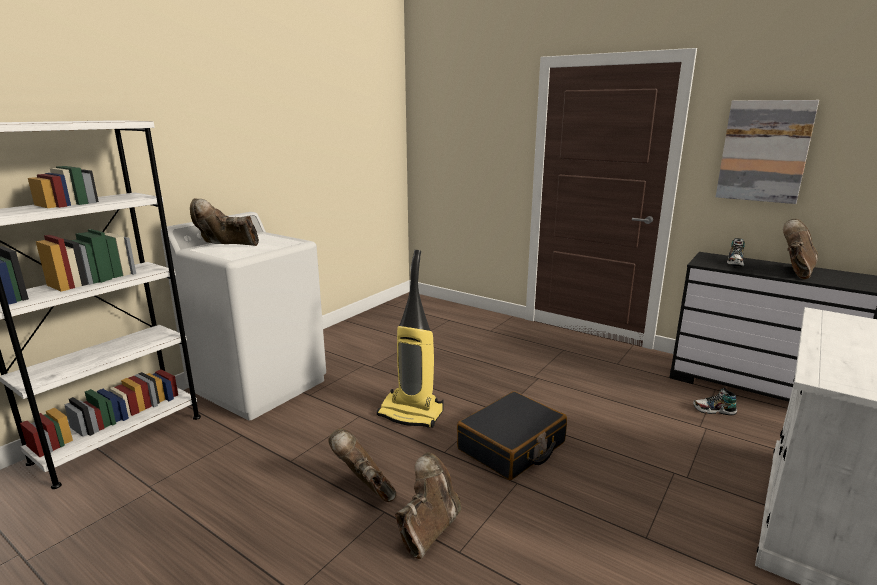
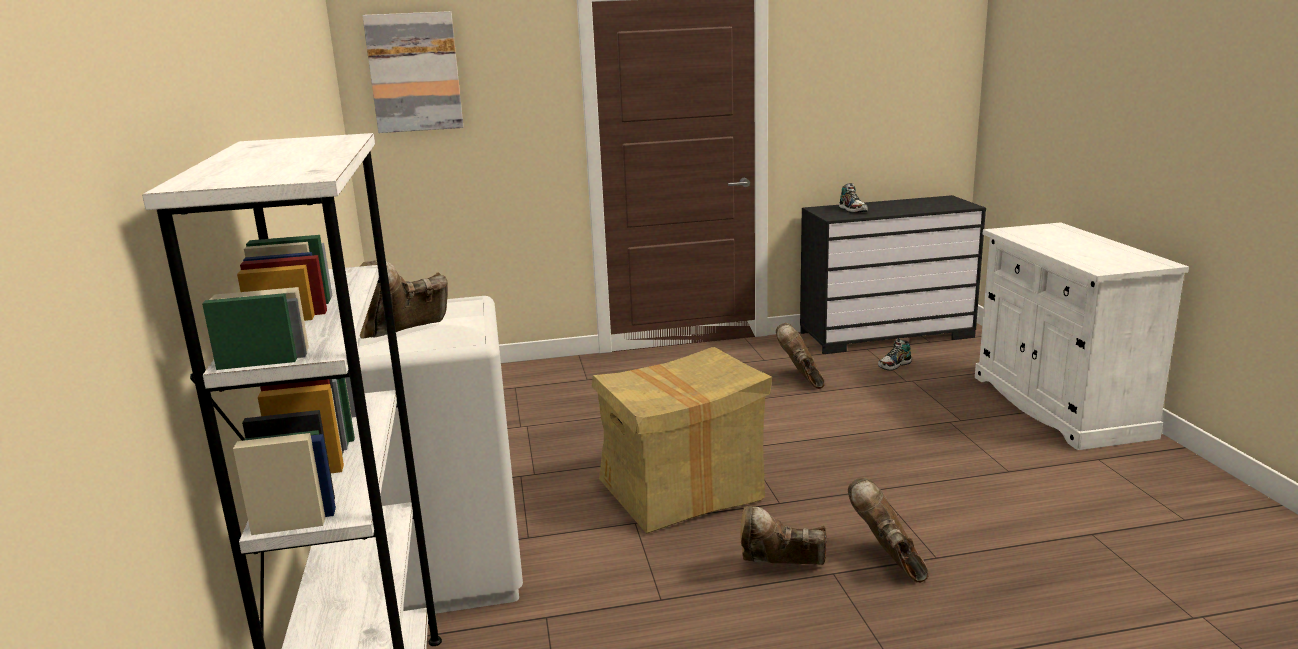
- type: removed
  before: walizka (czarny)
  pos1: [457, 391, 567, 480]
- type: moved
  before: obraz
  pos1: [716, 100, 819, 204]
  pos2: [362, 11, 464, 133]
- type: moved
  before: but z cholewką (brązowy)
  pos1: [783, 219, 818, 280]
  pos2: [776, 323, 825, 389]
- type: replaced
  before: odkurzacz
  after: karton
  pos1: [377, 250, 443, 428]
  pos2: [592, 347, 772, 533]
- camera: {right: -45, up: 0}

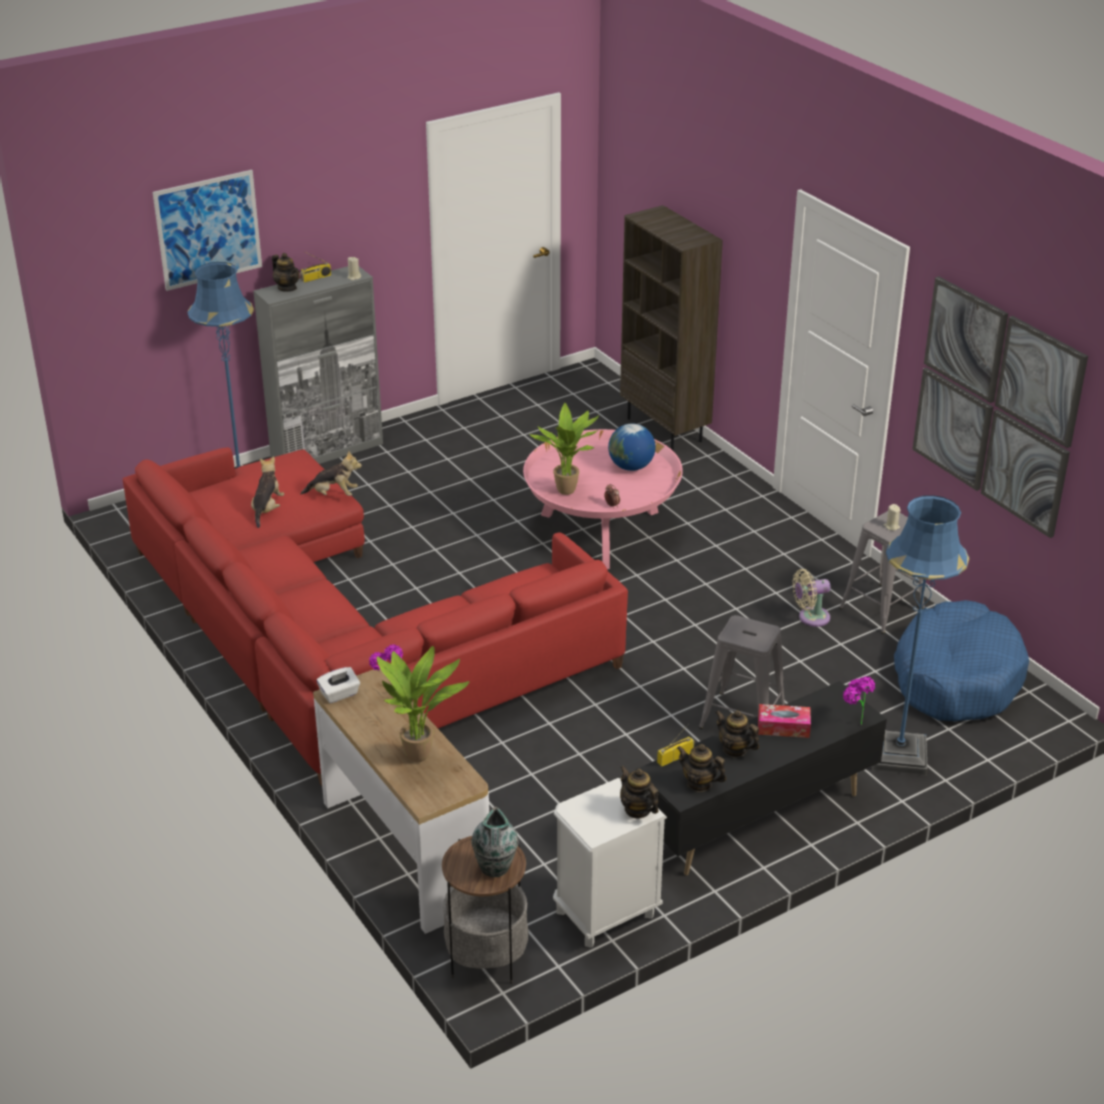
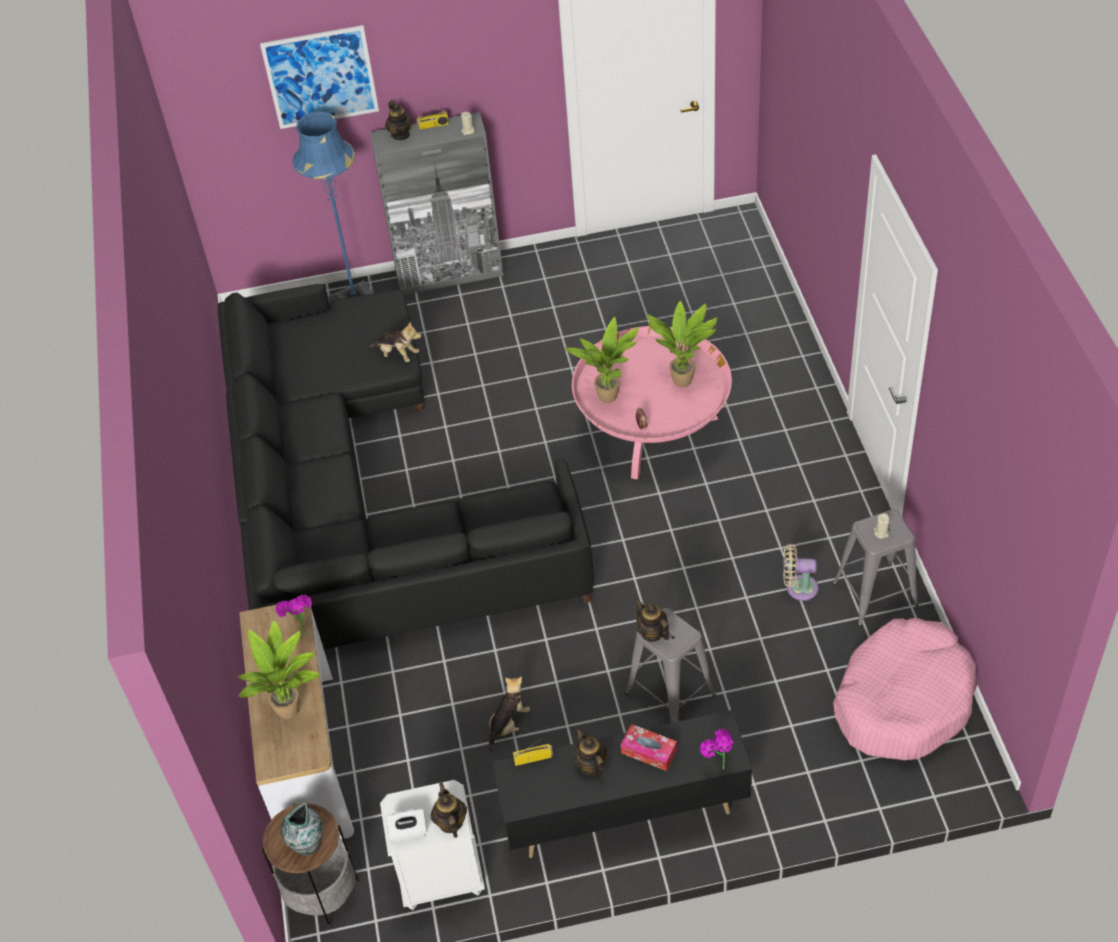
- type: removed
  before: regał (brązowy)
  pos1: [620, 205, 723, 451]
- type: removed
  before: lampa stojąca (niebieski)
  pos1: [872, 495, 969, 776]
- type: removed
  before: obraz
  pos1: [912, 276, 1088, 538]
- type: moved
  before: pluszak
  pos1: [251, 456, 284, 528]
  pos2: [489, 677, 530, 753]
- type: moved
  before: pudełko chusteczek (biały)
  pos1: [317, 667, 360, 703]
  pos2: [386, 809, 427, 842]
- type: moved
  before: imbryk
  pos1: [677, 744, 726, 792]
  pos2: [636, 599, 669, 642]
- type: replaced
  before: globus
  after: roślina doniczkowa
  pos1: [608, 424, 656, 471]
  pos2: [647, 301, 717, 388]
- type: recoloured
  before: kanapa (czerwony)
  after: kanapa (czarny)
  pos1: [123, 447, 628, 786]
  pos2: [218, 284, 594, 649]
- type: recoloured
  before: legowisko (niebieski)
  after: legowisko (różowy)
  pos1: [894, 600, 1029, 722]
  pos2: [833, 618, 978, 760]
- camera: {right: 25, up: 15}

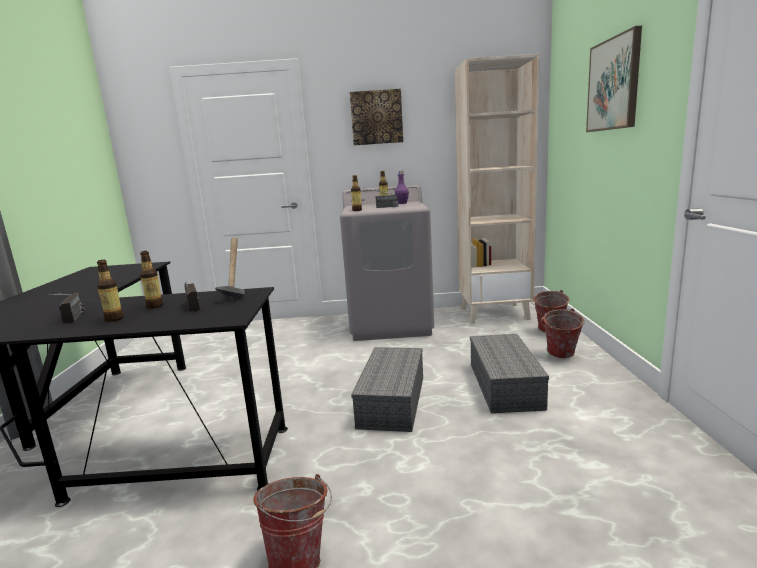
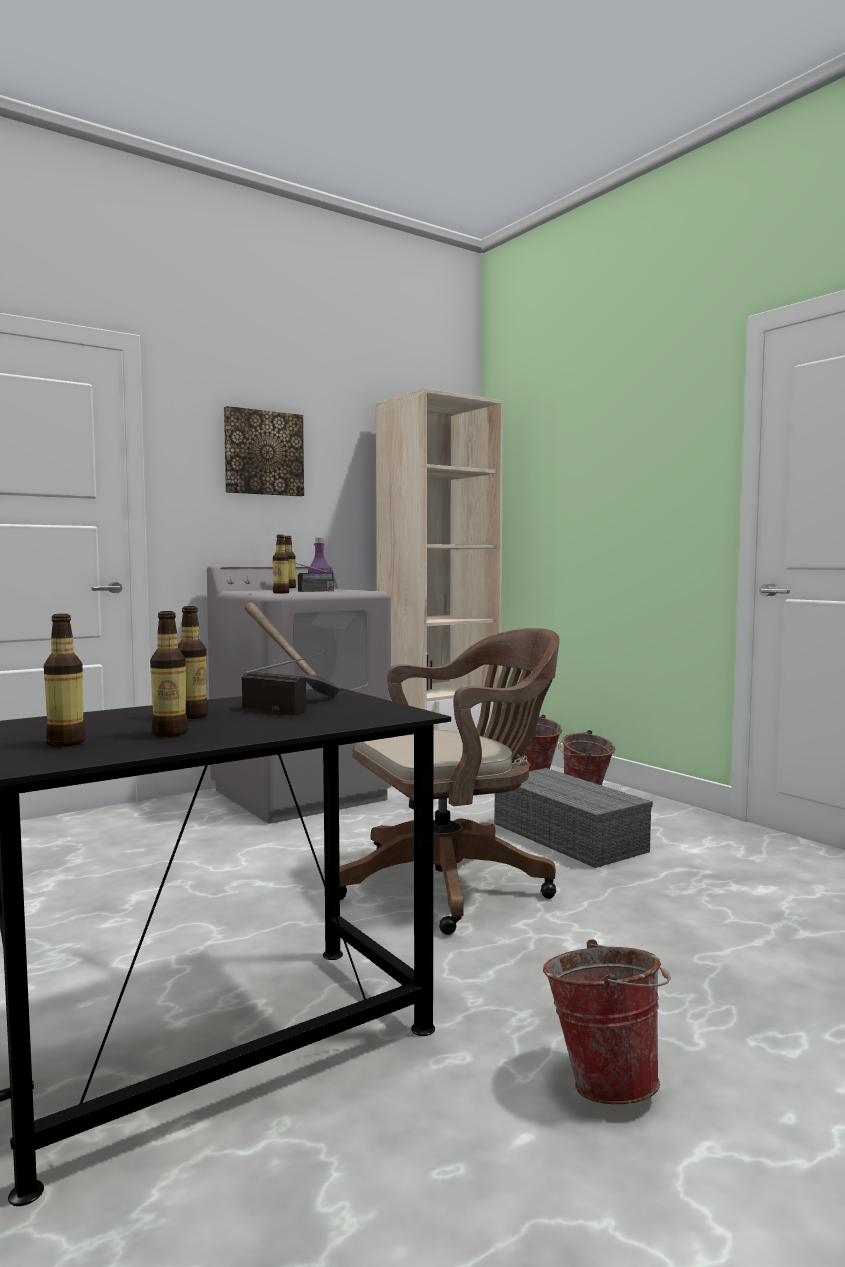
- type: removed
  before: obraz
  pos1: [586, 26, 642, 132]
- type: replaced
  before: radio
  after: butelka
  pos1: [48, 293, 85, 324]
  pos2: [44, 614, 86, 747]
- type: replaced
  before: pojemnik do przechowywania (szary)
  after: krzesło biurowe (brązowy)
  pos1: [351, 347, 423, 432]
  pos2: [340, 628, 560, 935]
- camera: {right: -35, up: -10}

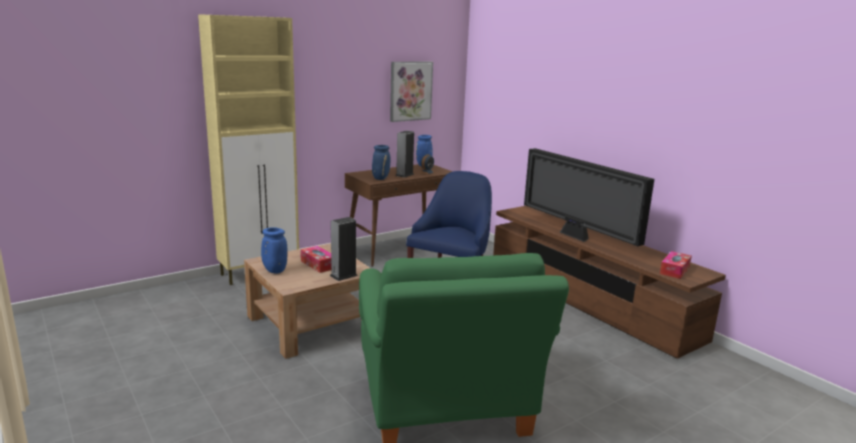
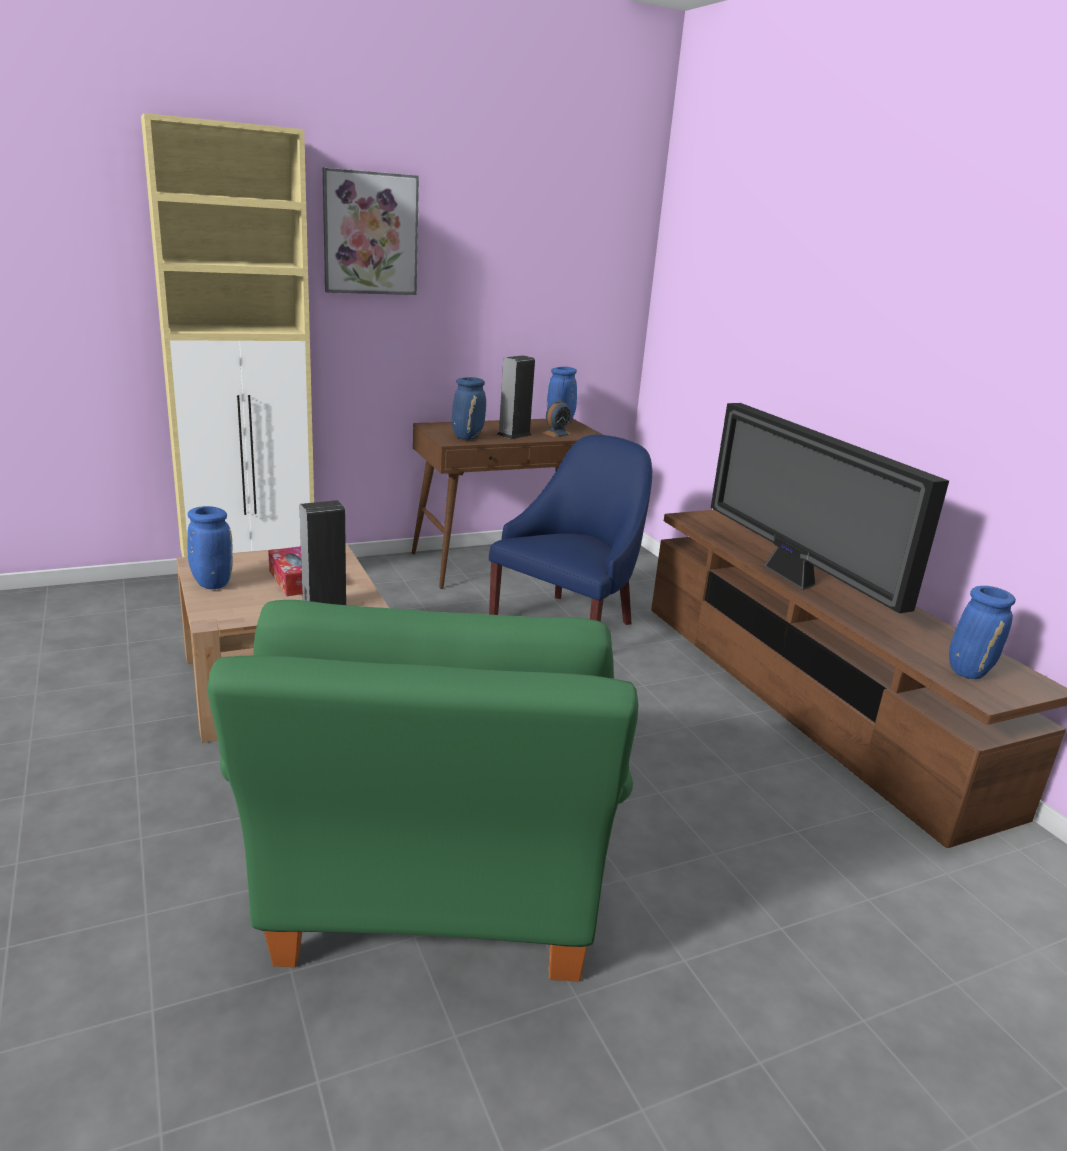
- type: moved
  before: obraz
  pos1: [390, 61, 433, 122]
  pos2: [323, 168, 419, 295]
- type: replaced
  before: pudełko chusteczek
  after: wazon (niebieski)
  pos1: [660, 251, 692, 279]
  pos2: [949, 586, 1016, 679]
- camera: {right: 10, up: 5}

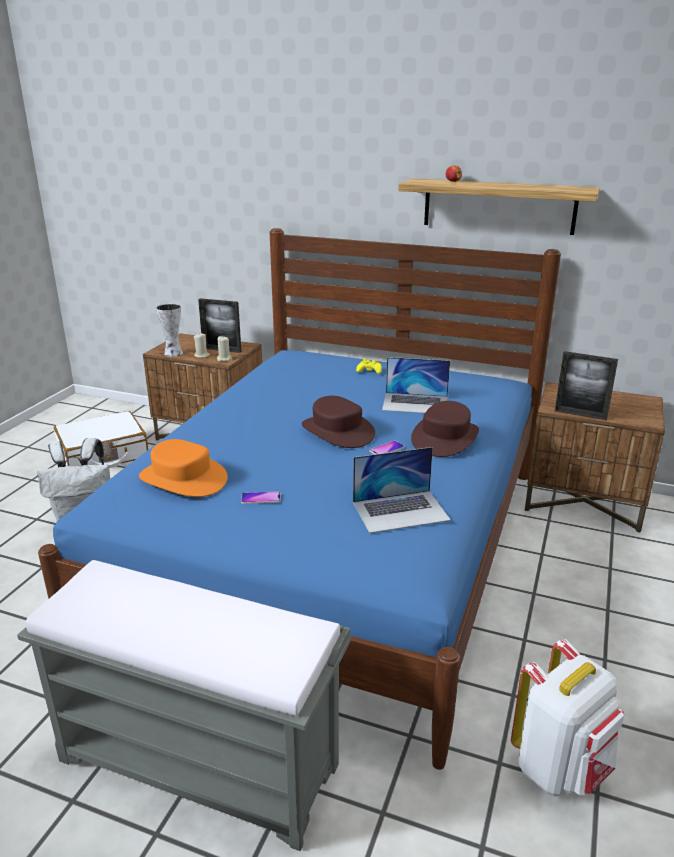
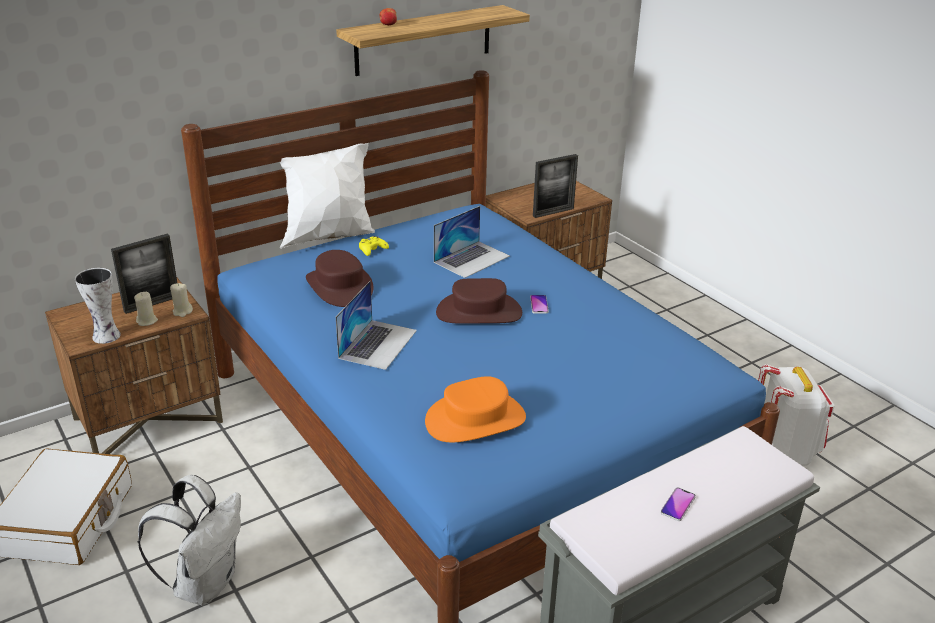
- type: added
  after: poduszka (biały)
  pos2: [280, 143, 375, 249]
- type: moved
  before: telefon
  pos1: [241, 491, 281, 504]
  pos2: [661, 487, 696, 521]
- type: moved
  before: laptop
  pos1: [353, 447, 451, 533]
  pos2: [336, 281, 417, 370]
- type: moved
  before: kapelusz (brązowy)
  pos1: [411, 401, 479, 457]
  pos2: [306, 250, 374, 307]
- camera: {right: -55, up: 5}

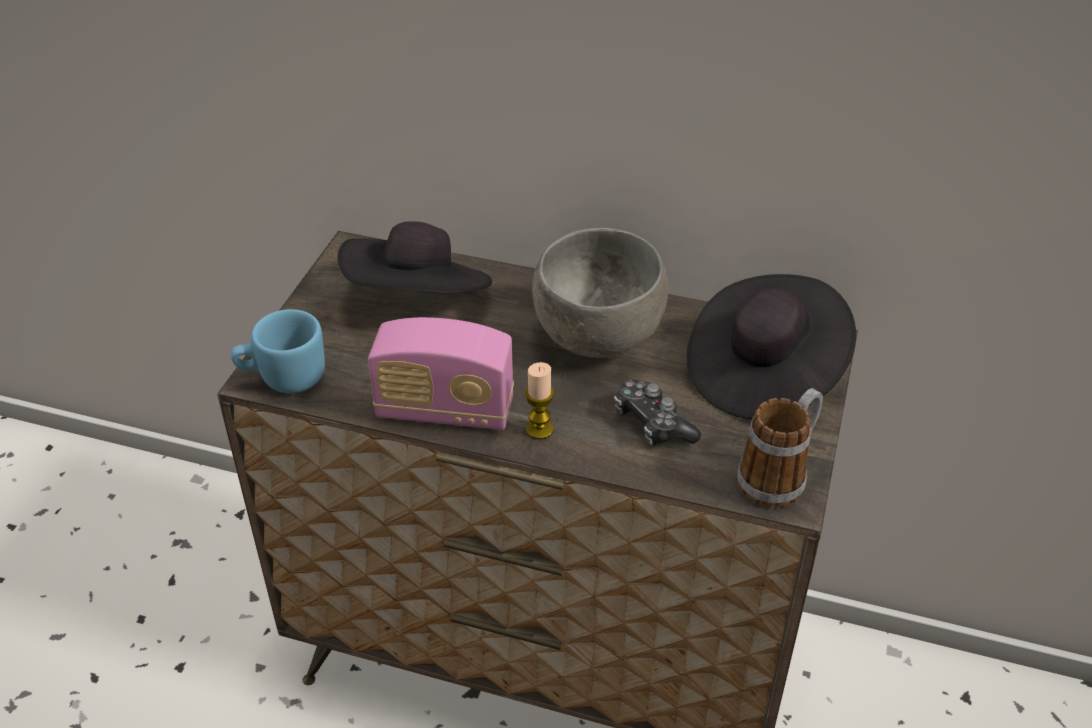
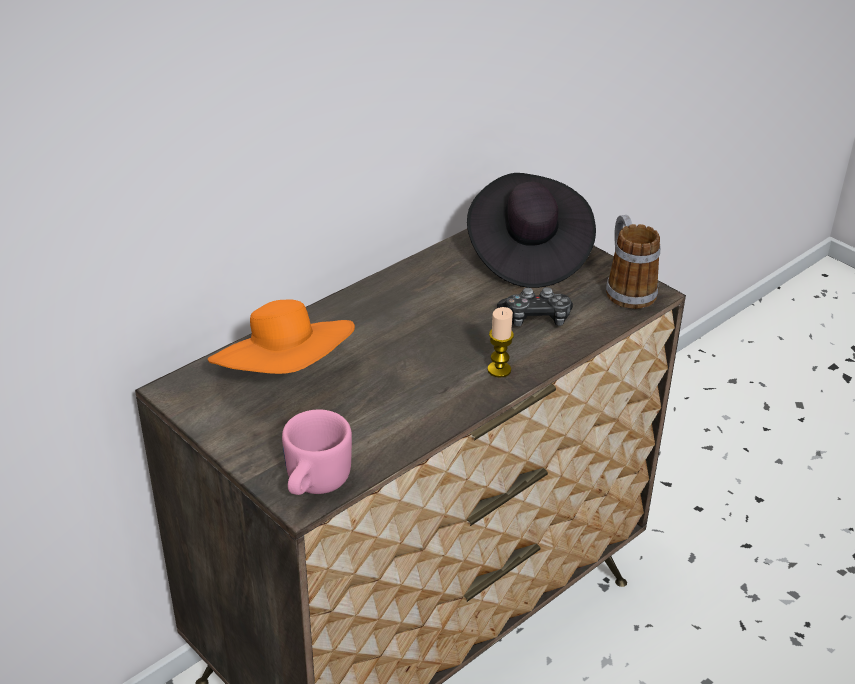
- type: removed
  before: radio
  pos1: [368, 317, 514, 430]
- type: removed
  before: miska (szary)
  pos1: [532, 228, 668, 358]
- type: recoloured
  before: kubek (niebieski)
  after: kubek (różowy)
  pos1: [231, 309, 325, 393]
  pos2: [282, 409, 352, 495]
- type: recoloured
  before: kapelusz (czarny)
  after: kapelusz (pomarańczowy)
  pos1: [338, 221, 492, 293]
  pos2: [208, 299, 355, 374]
- camera: {right: -60, up: -5}

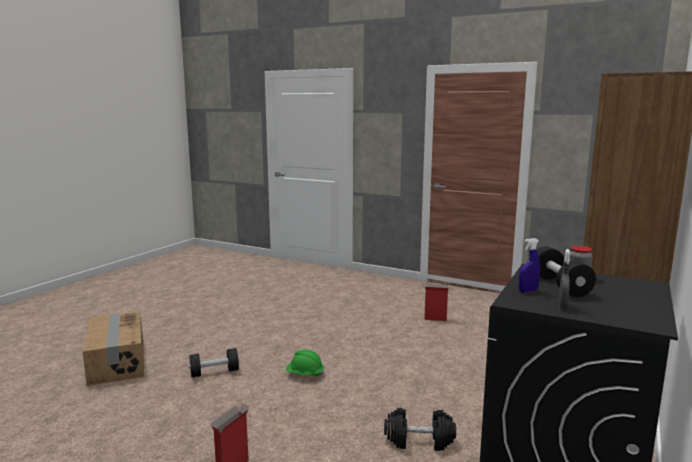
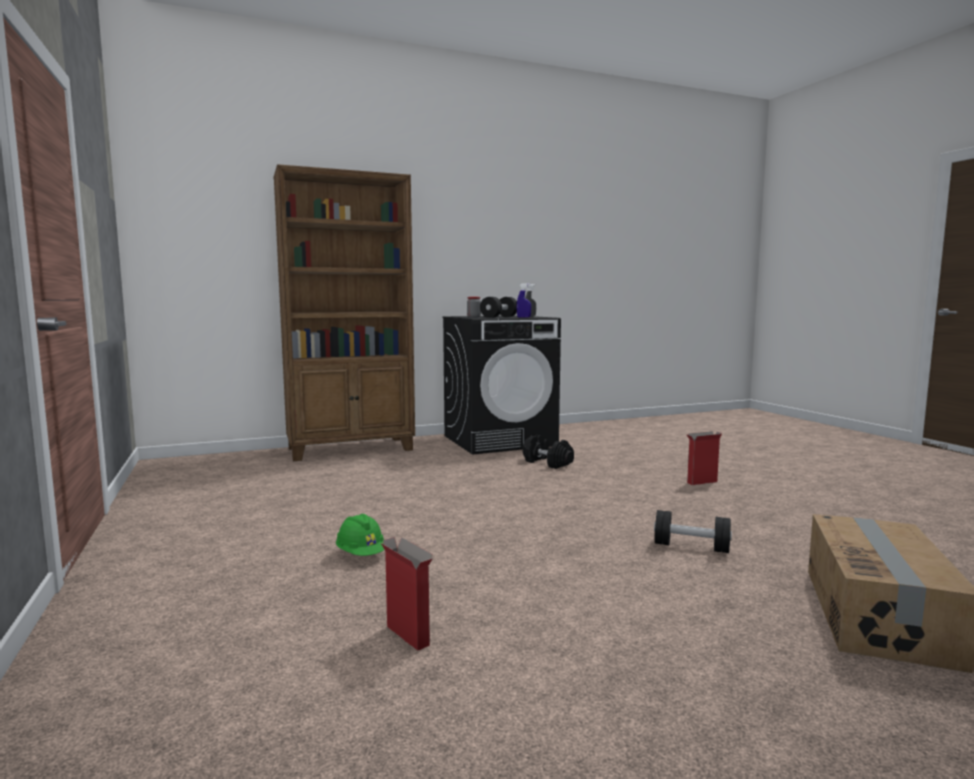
- type: moved
  before: kask (zielony)
  pos1: [286, 350, 324, 376]
  pos2: [336, 514, 385, 556]
- type: moved
  before: karton
  pos1: [423, 284, 450, 321]
  pos2: [381, 537, 433, 651]
- camera: {right: -140, up: -5}

